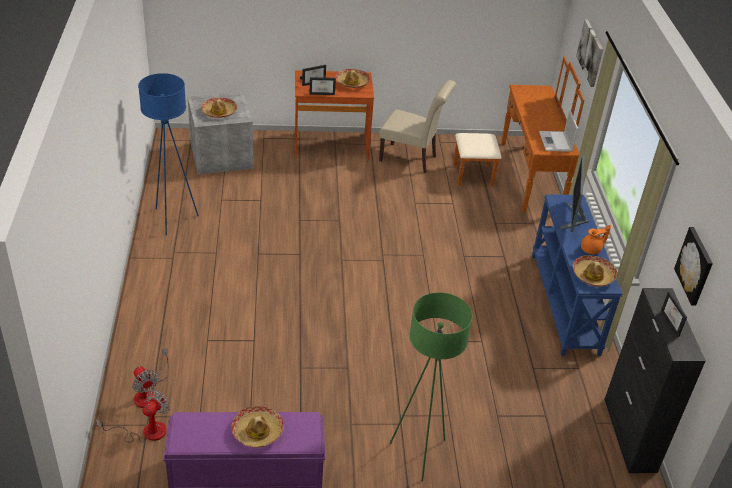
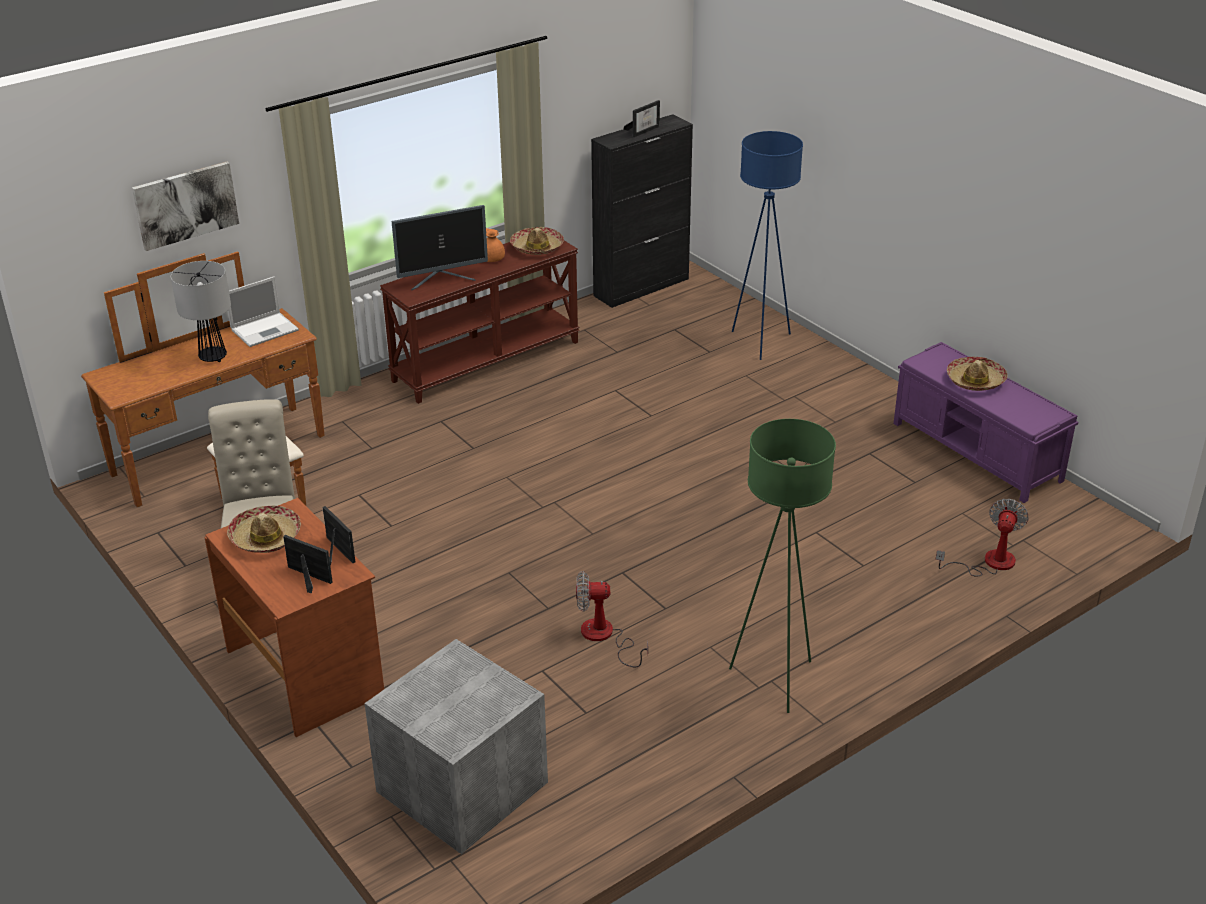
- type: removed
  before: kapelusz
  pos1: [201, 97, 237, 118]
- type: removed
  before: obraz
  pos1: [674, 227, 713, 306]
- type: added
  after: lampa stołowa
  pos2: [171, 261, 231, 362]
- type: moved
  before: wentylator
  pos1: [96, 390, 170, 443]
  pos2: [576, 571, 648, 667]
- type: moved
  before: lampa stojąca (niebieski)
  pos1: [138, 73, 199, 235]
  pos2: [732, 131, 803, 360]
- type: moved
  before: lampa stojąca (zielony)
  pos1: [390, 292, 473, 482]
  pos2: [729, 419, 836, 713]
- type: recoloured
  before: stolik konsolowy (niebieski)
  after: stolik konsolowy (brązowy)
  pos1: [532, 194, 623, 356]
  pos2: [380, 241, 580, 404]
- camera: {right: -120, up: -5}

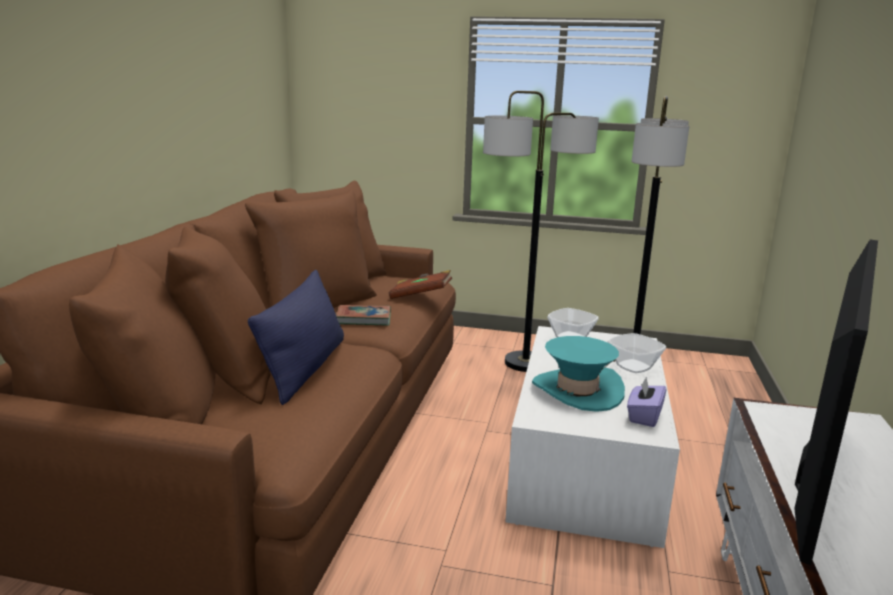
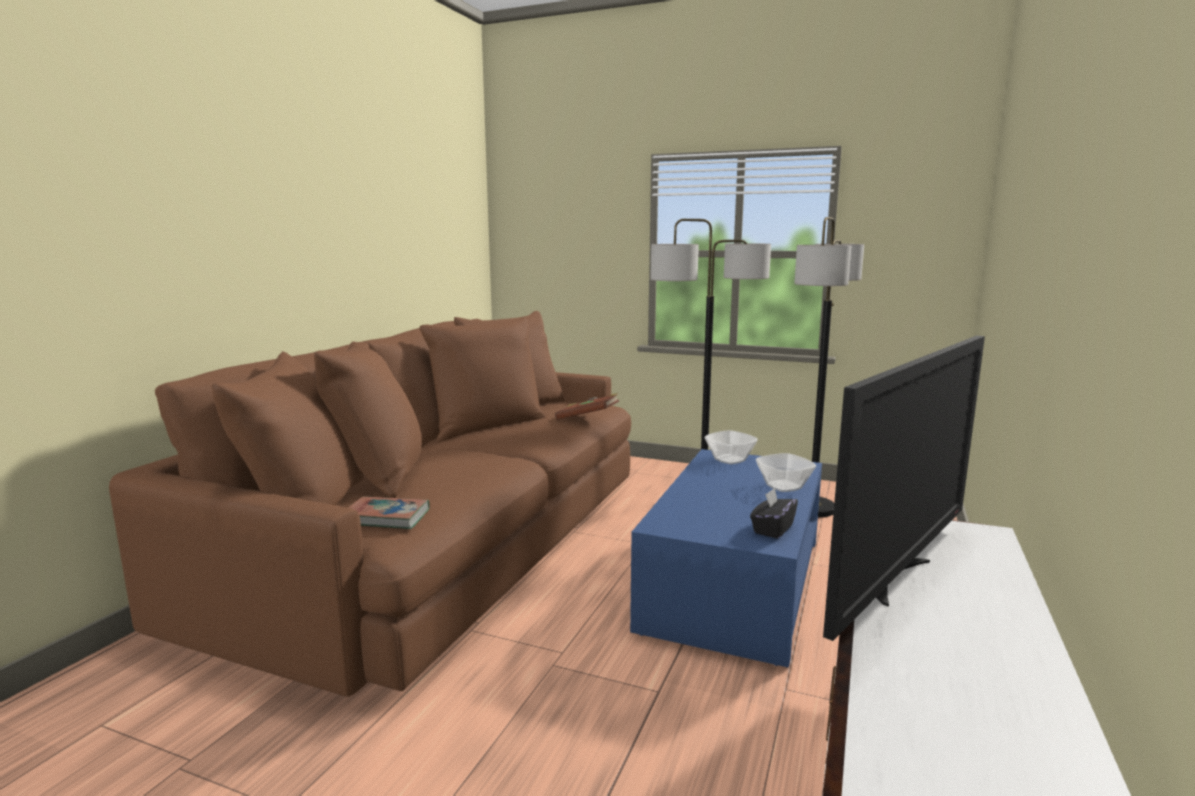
- type: removed
  before: poduszka (niebieski)
  pos1: [248, 270, 344, 405]
- type: removed
  before: kapelusz (turkusowy)
  pos1: [532, 336, 625, 412]
- type: moved
  before: książka
  pos1: [336, 305, 391, 326]
  pos2: [348, 496, 430, 529]
- type: recoloured
  before: ława (biały)
  after: ława (niebieski)
  pos1: [505, 326, 680, 548]
  pos2: [630, 449, 822, 668]
- type: recoloured
  before: pudełko chusteczek (fioletowy)
  after: pudełko chusteczek (czarny)
  pos1: [627, 377, 666, 427]
  pos2: [750, 488, 798, 539]
- camera: {right: 10, up: -5}

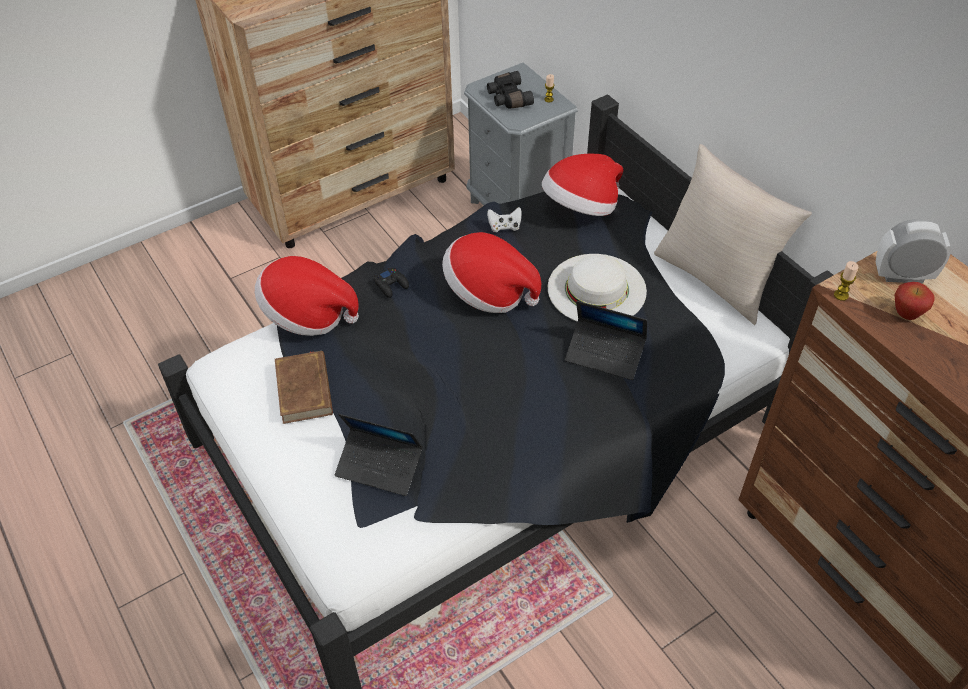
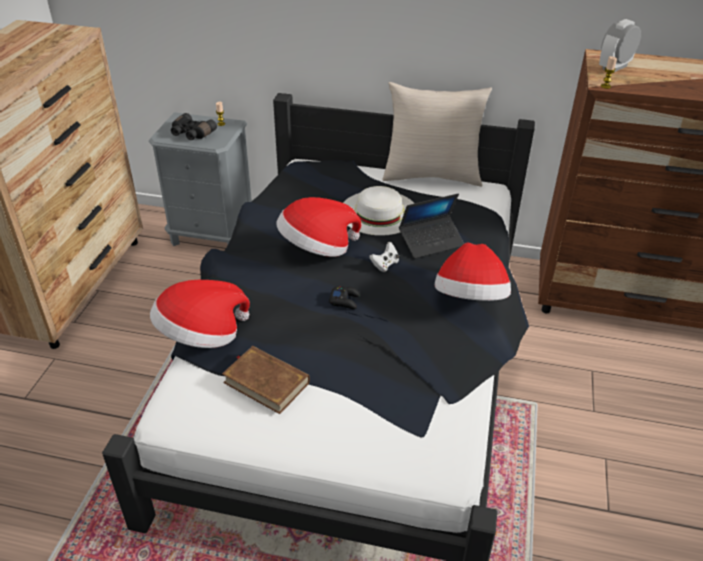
- type: removed
  before: laptop
  pos1: [335, 414, 423, 496]
- type: removed
  before: jabłko
  pos1: [895, 282, 935, 320]
- type: moved
  before: pad do gier (czarny)
  pos1: [374, 267, 409, 298]
  pos2: [329, 286, 360, 309]
- type: moved
  before: pad do gier (biały)
  pos1: [487, 207, 522, 232]
  pos2: [369, 242, 399, 272]
- type: moved
  before: kapelusz
  pos1: [542, 154, 623, 216]
  pos2: [435, 243, 511, 301]
- camera: {right: -45, up: -10}

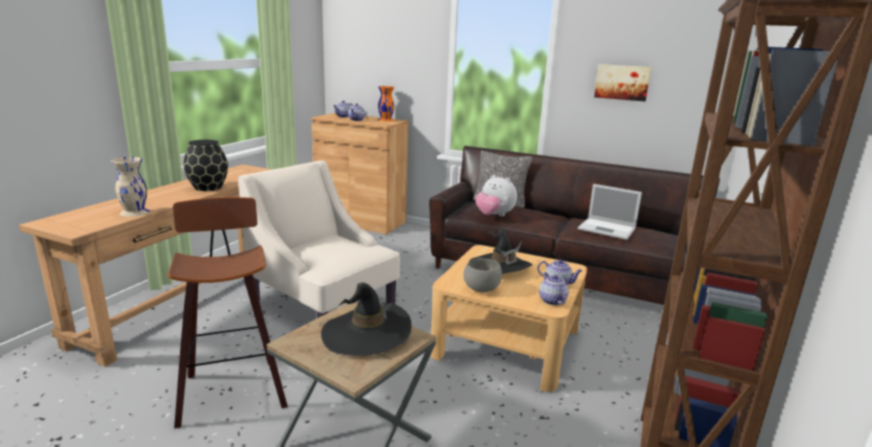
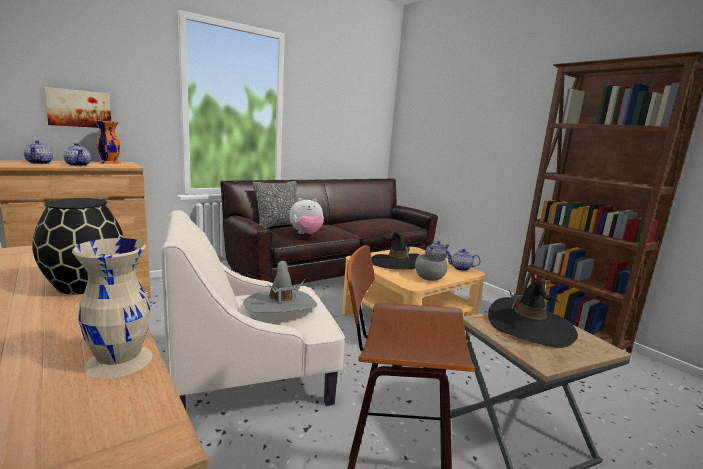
- type: removed
  before: laptop
  pos1: [578, 184, 642, 240]
- type: added
  after: kapelusz (szary)
  pos2: [244, 261, 317, 313]
- type: moved
  before: obraz
  pos1: [594, 64, 651, 101]
  pos2: [44, 87, 111, 128]
- camera: {right: -60, up: -5}

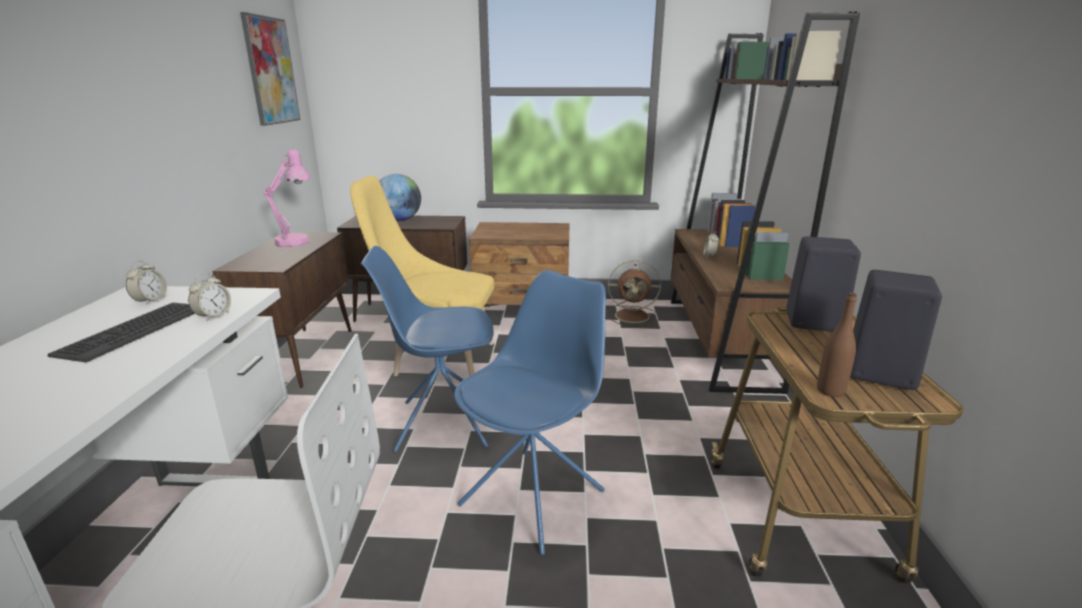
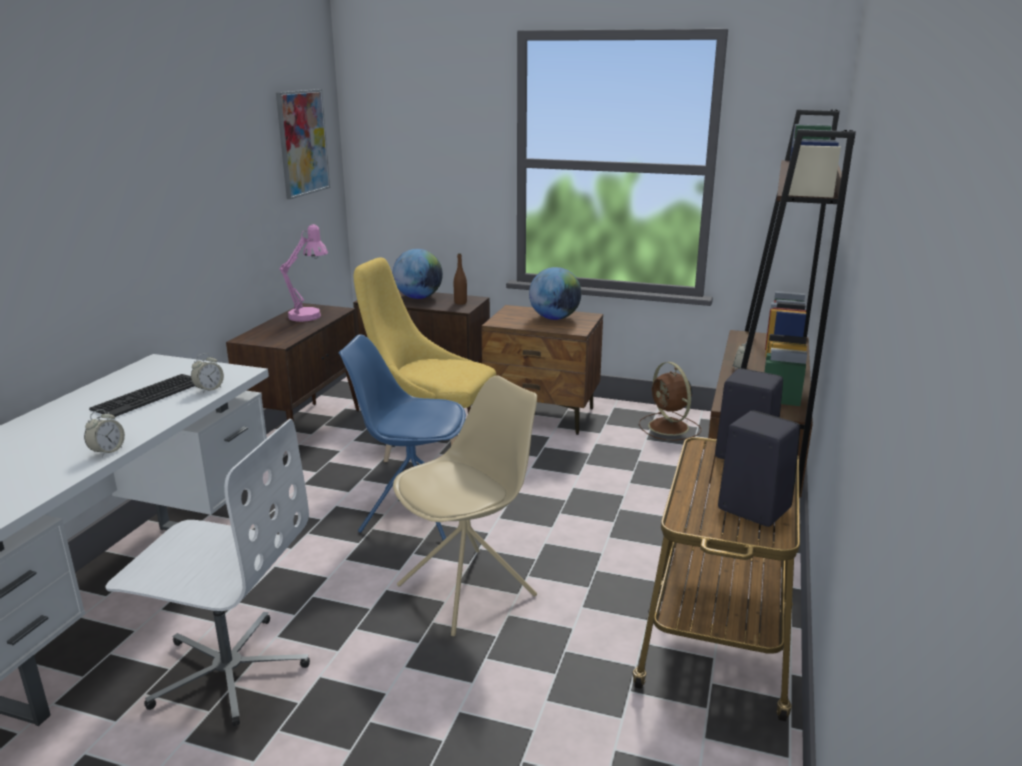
- type: added
  after: globus
  pos2: [529, 267, 581, 320]
- type: moved
  before: budzik
  pos1: [126, 260, 167, 305]
  pos2: [84, 409, 125, 457]
- type: moved
  before: butelka (brązowy)
  pos1: [817, 292, 857, 397]
  pos2: [454, 253, 467, 305]
- type: recoloured
  before: krzesło (niebieski)
  after: krzesło (beżowy)
  pos1: [454, 270, 606, 555]
  pos2: [393, 376, 537, 636]
- type: turned
  before: wentylator (brązowy)
  pos1: [606, 260, 661, 326]
  pos2: [639, 362, 701, 440]
  turn: 45
- camera: {right: 15, up: 0}

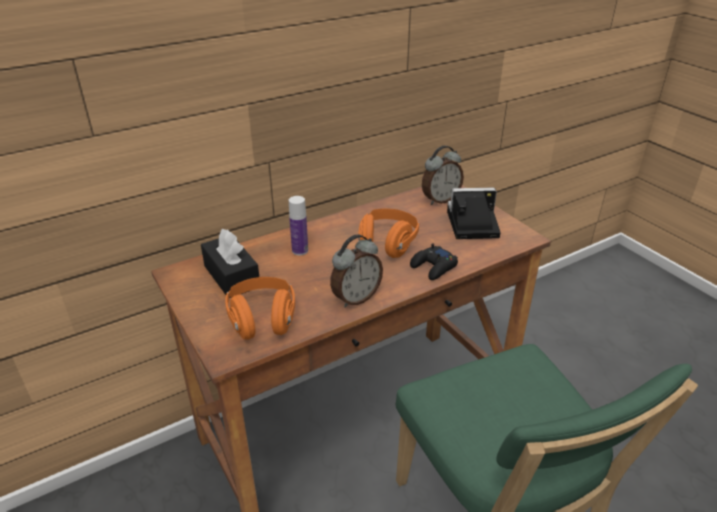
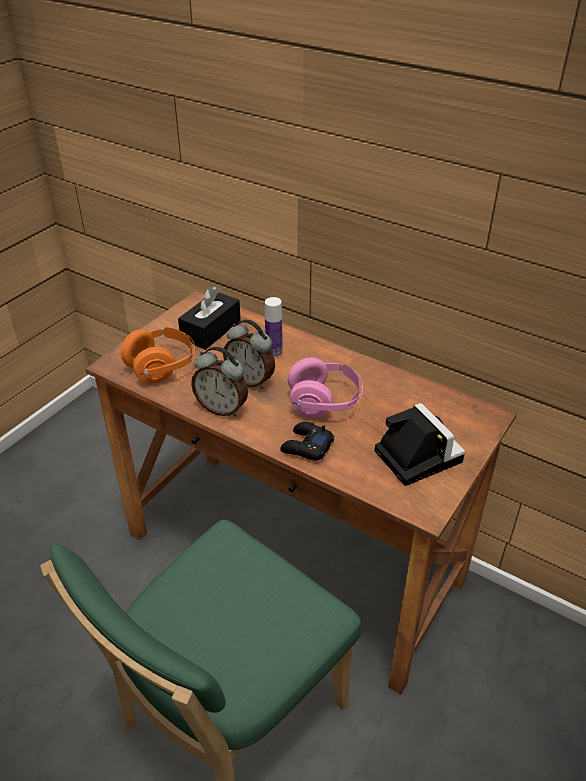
- type: moved
  before: budzik
  pos1: [422, 146, 464, 205]
  pos2: [223, 319, 275, 389]
- type: recoloured
  before: słuchawki (pomarańczowy)
  after: słuchawki (różowy)
  pos1: [358, 209, 419, 258]
  pos2: [288, 357, 363, 418]
- camera: {right: 65, up: 5}

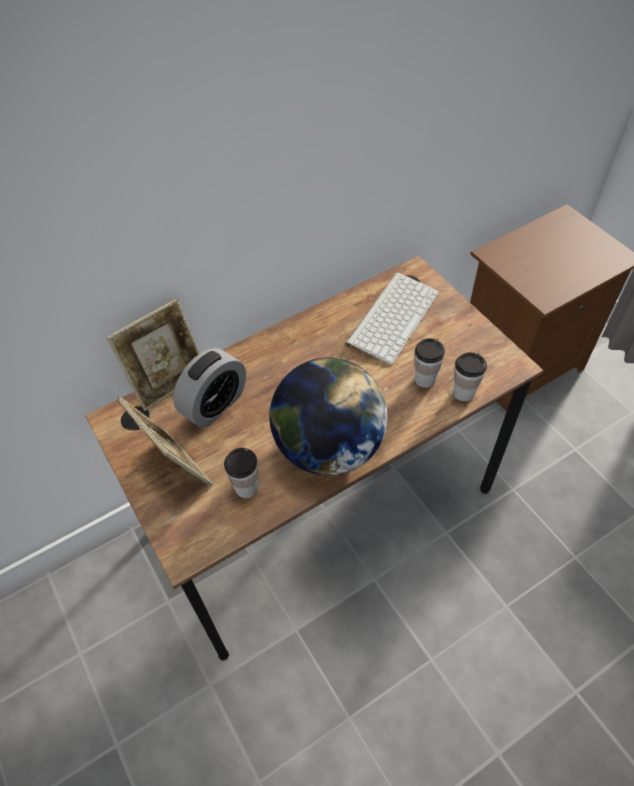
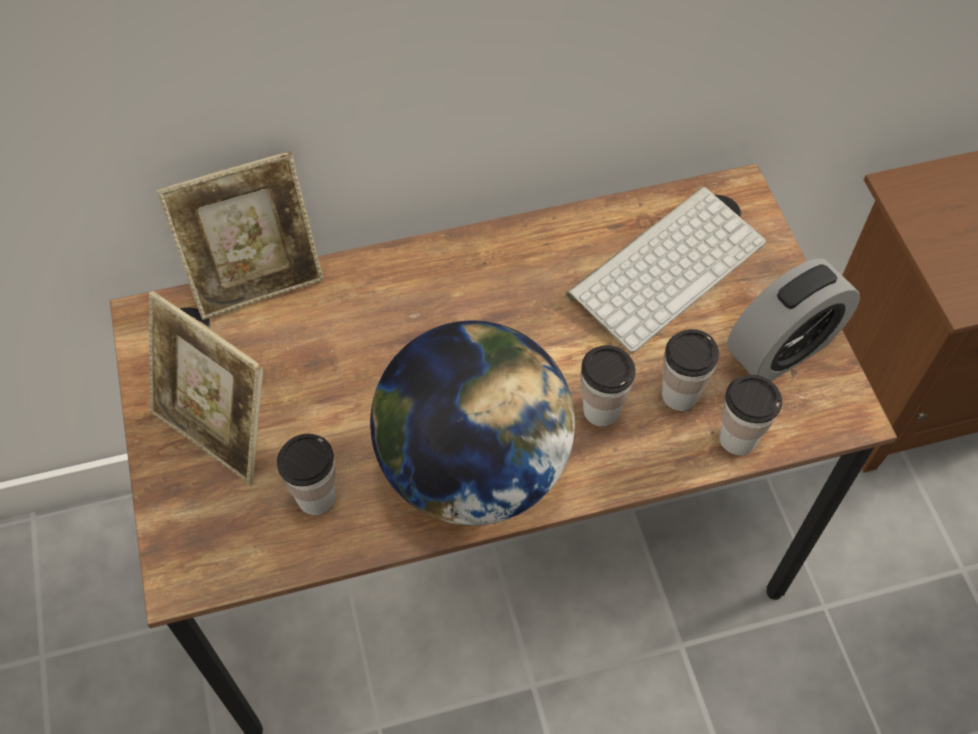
- type: added
  after: filiżanka
  pos2: [581, 345, 636, 426]
- type: moved
  before: budzik
  pos1: [173, 348, 246, 427]
  pos2: [727, 259, 860, 381]
- type: turned
  before: ramka na zdjęcie
  pos1: [117, 397, 213, 486]
  pos2: [149, 291, 263, 484]
  turn: 150
- camera: {right: 15, up: 5}

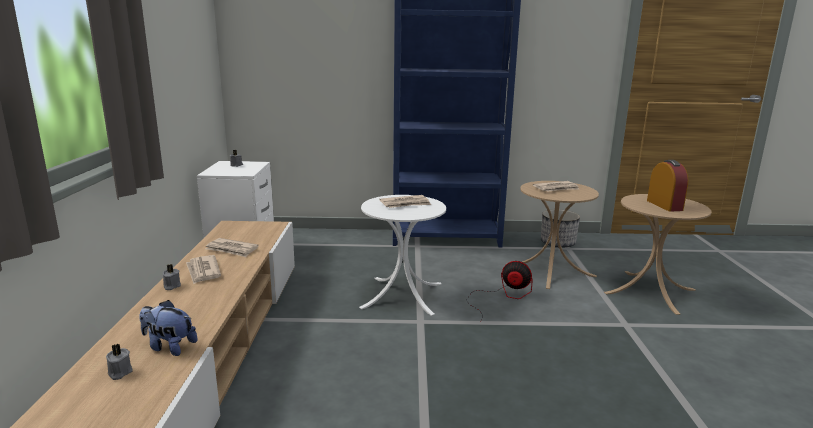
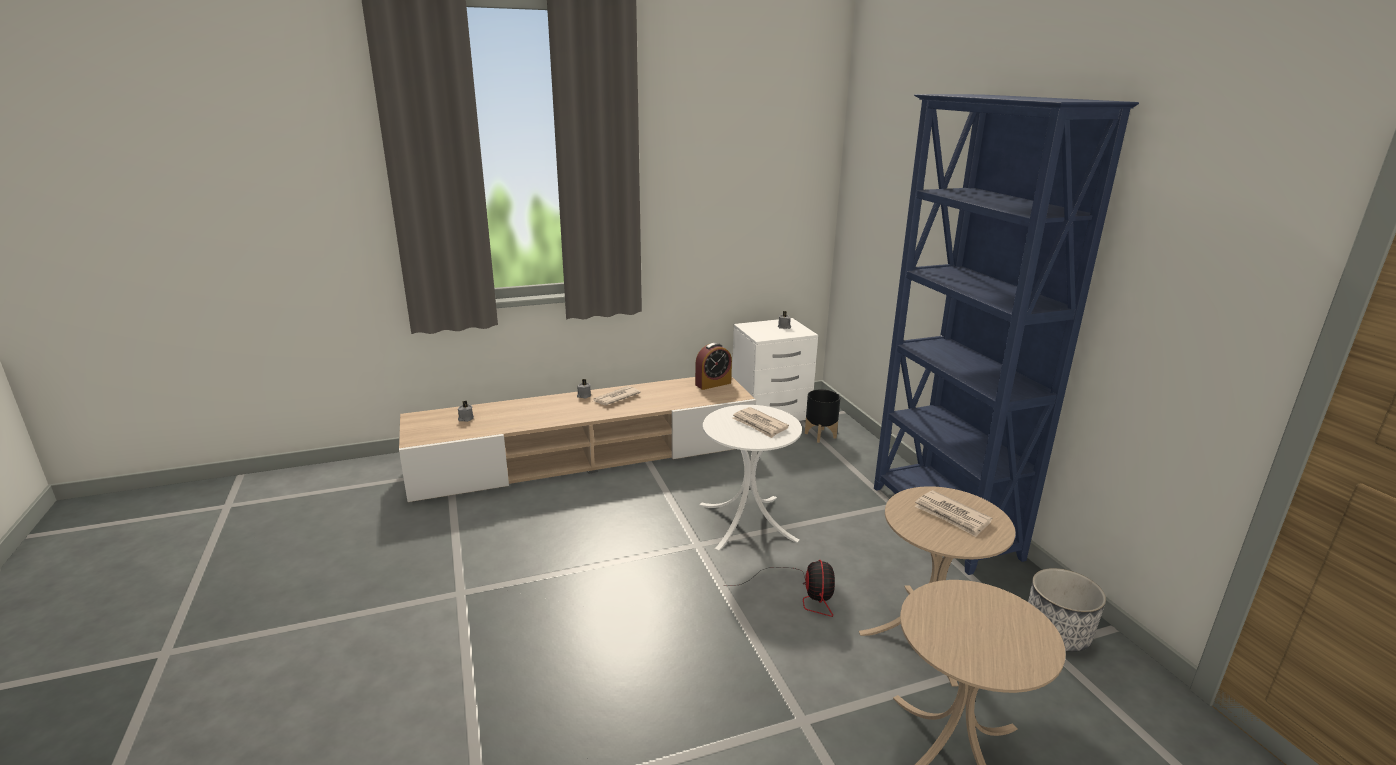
- type: removed
  before: pluszak
  pos1: [139, 300, 198, 356]
- type: removed
  before: gazeta
  pos1: [205, 238, 259, 257]
- type: added
  after: donica (czarny)
  pos2: [805, 389, 841, 443]
- type: moved
  before: budzik
  pos1: [647, 160, 689, 212]
  pos2: [695, 343, 732, 390]
- camera: {right: 70, up: 5}

